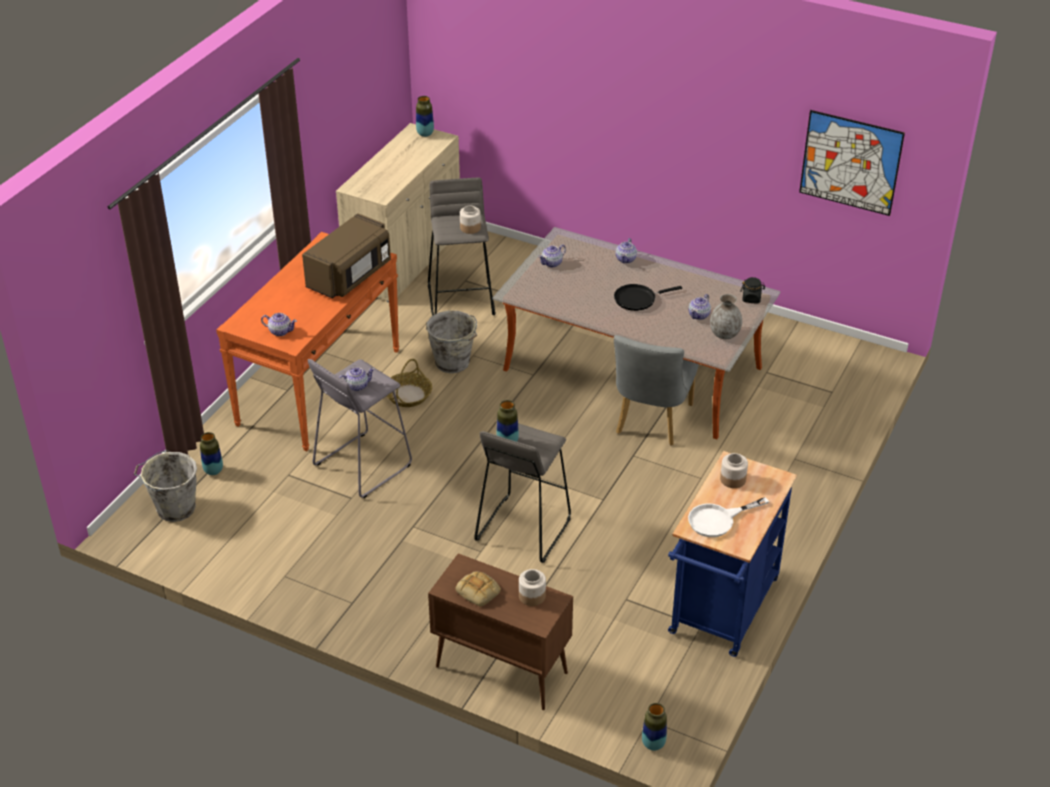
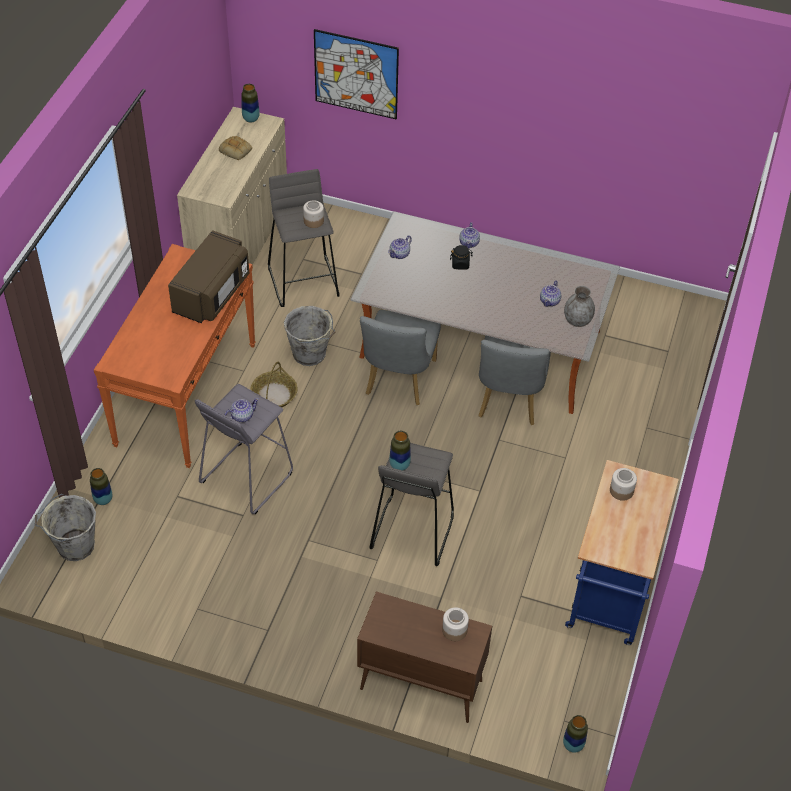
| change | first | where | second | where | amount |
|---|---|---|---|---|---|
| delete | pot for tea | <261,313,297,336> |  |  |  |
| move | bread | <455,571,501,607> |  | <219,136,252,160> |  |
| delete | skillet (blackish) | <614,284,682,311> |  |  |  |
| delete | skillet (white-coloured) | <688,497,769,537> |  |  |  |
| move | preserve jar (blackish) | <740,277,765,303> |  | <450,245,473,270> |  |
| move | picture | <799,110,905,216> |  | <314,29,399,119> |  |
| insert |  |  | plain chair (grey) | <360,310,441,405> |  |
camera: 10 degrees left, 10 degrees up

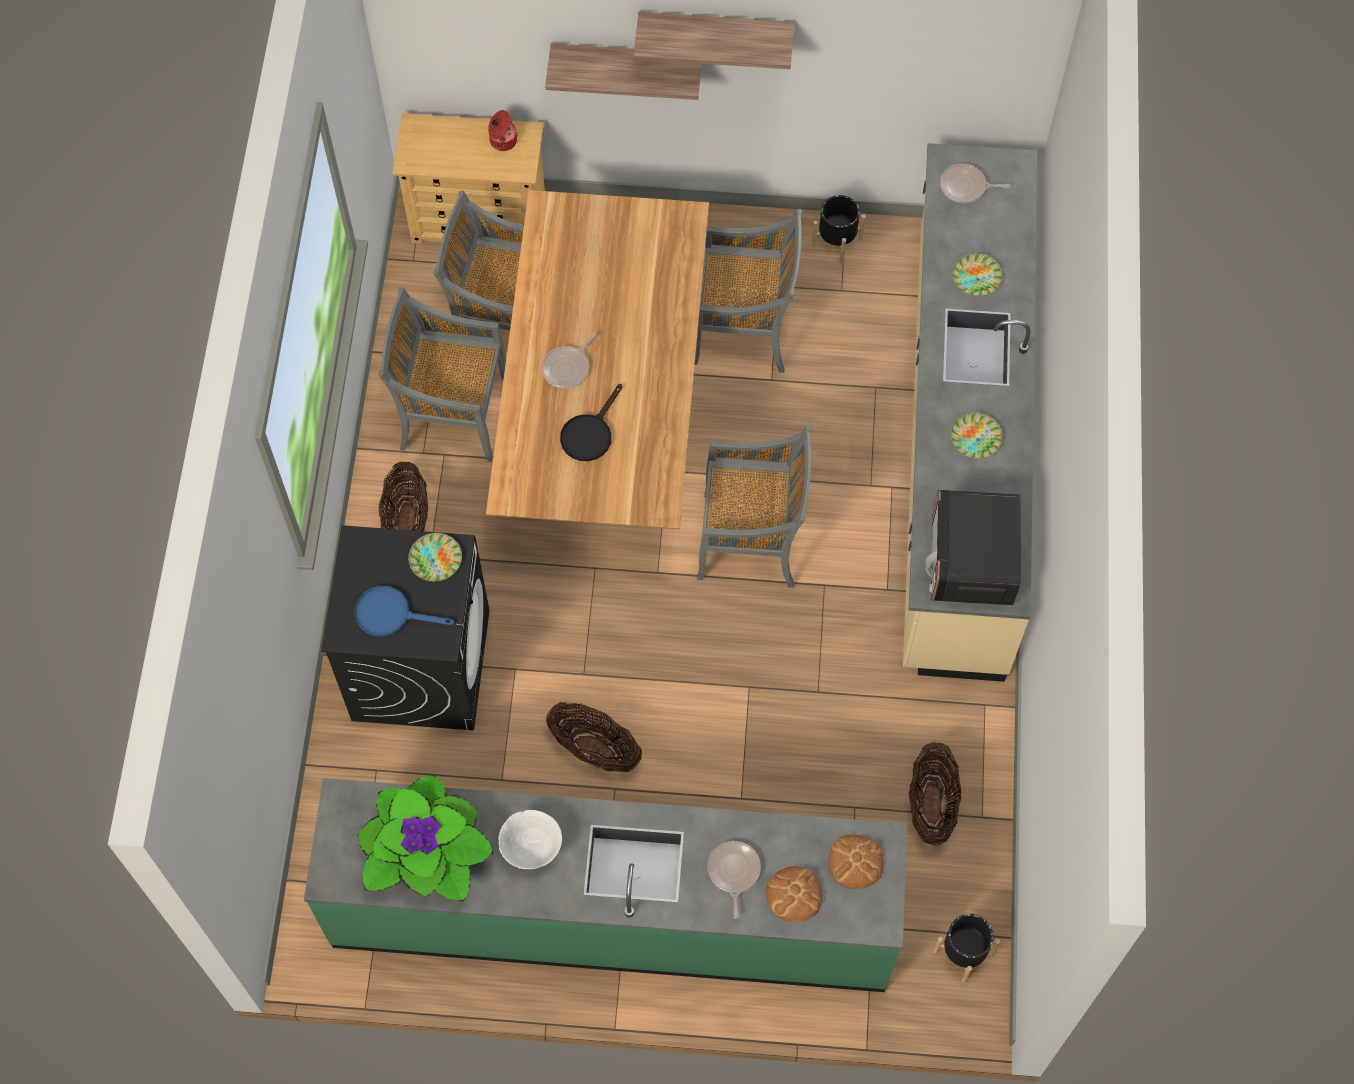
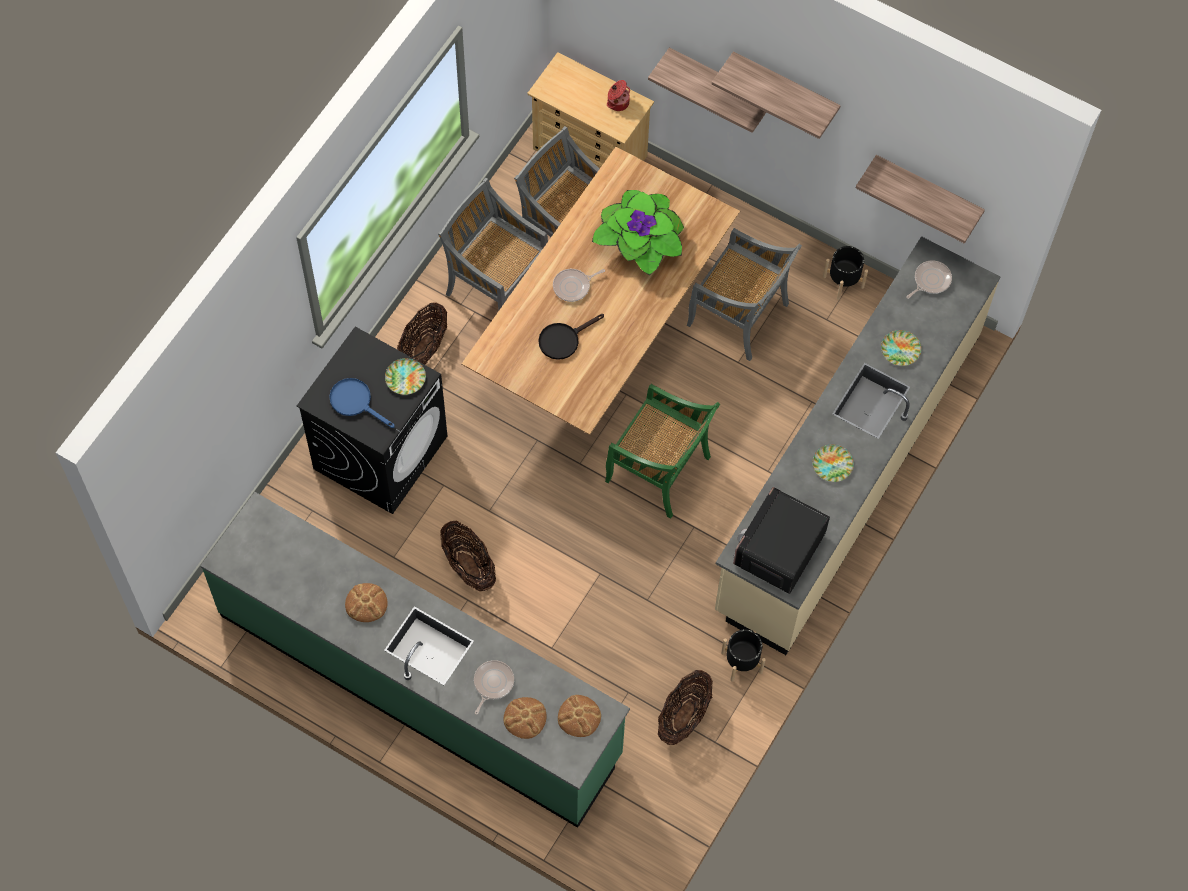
| change | first | where | second | where | amount |
|---|---|---|---|---|---|
| move | houseplant | <357,775,493,901> |  | <592,190,684,276> |  |
| replace | bowl (white-coloured) | <499,810,562,869> | bread | <345,583,388,622> |  |
| recolor | plain chair (grey) | <697,426,811,588> | plain chair (green-coloured) | <605,384,720,519> |  |
| move | plant pot (blackish) | <933,910,1000,983> |  | <721,629,766,682> |  |
| rotate | skillet | <940,164,1010,203> |  | <906,260,952,299> | 105 degrees clockwise |
| insert |  |  | shelf | <856,155,985,244> |  |
camera: 25 degrees right, 0 degrees up

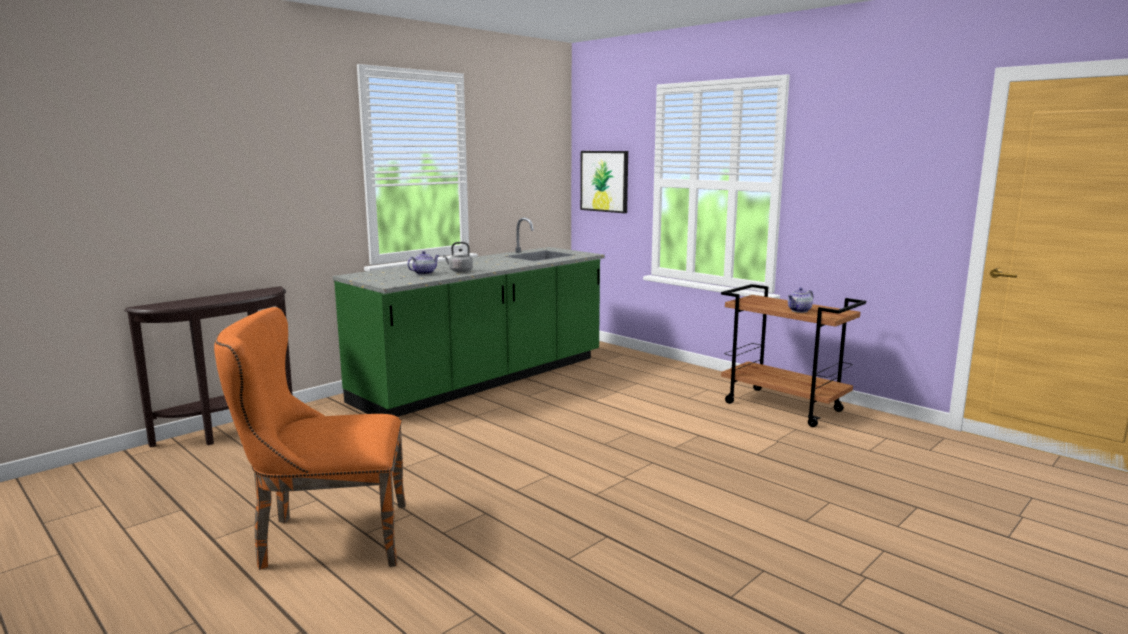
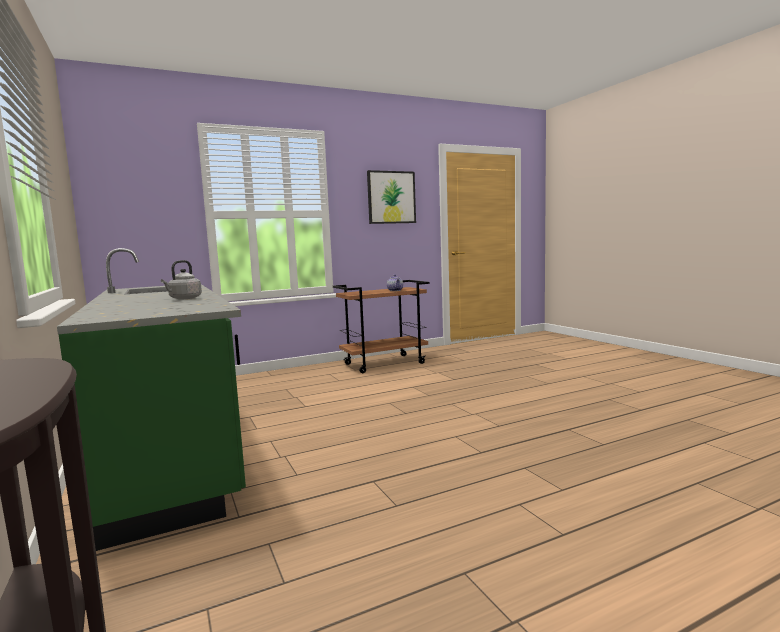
| change | first | where | second | where | amount |
|---|---|---|---|---|---|
| delete | plain chair (orangey) | <214,307,406,570> |  |  |  |
| delete | pot for tea | <407,251,440,275> |  |  |  |
| move | picture | <580,151,628,213> |  | <367,170,416,224> |  |
camera: 70 degrees left, 5 degrees down

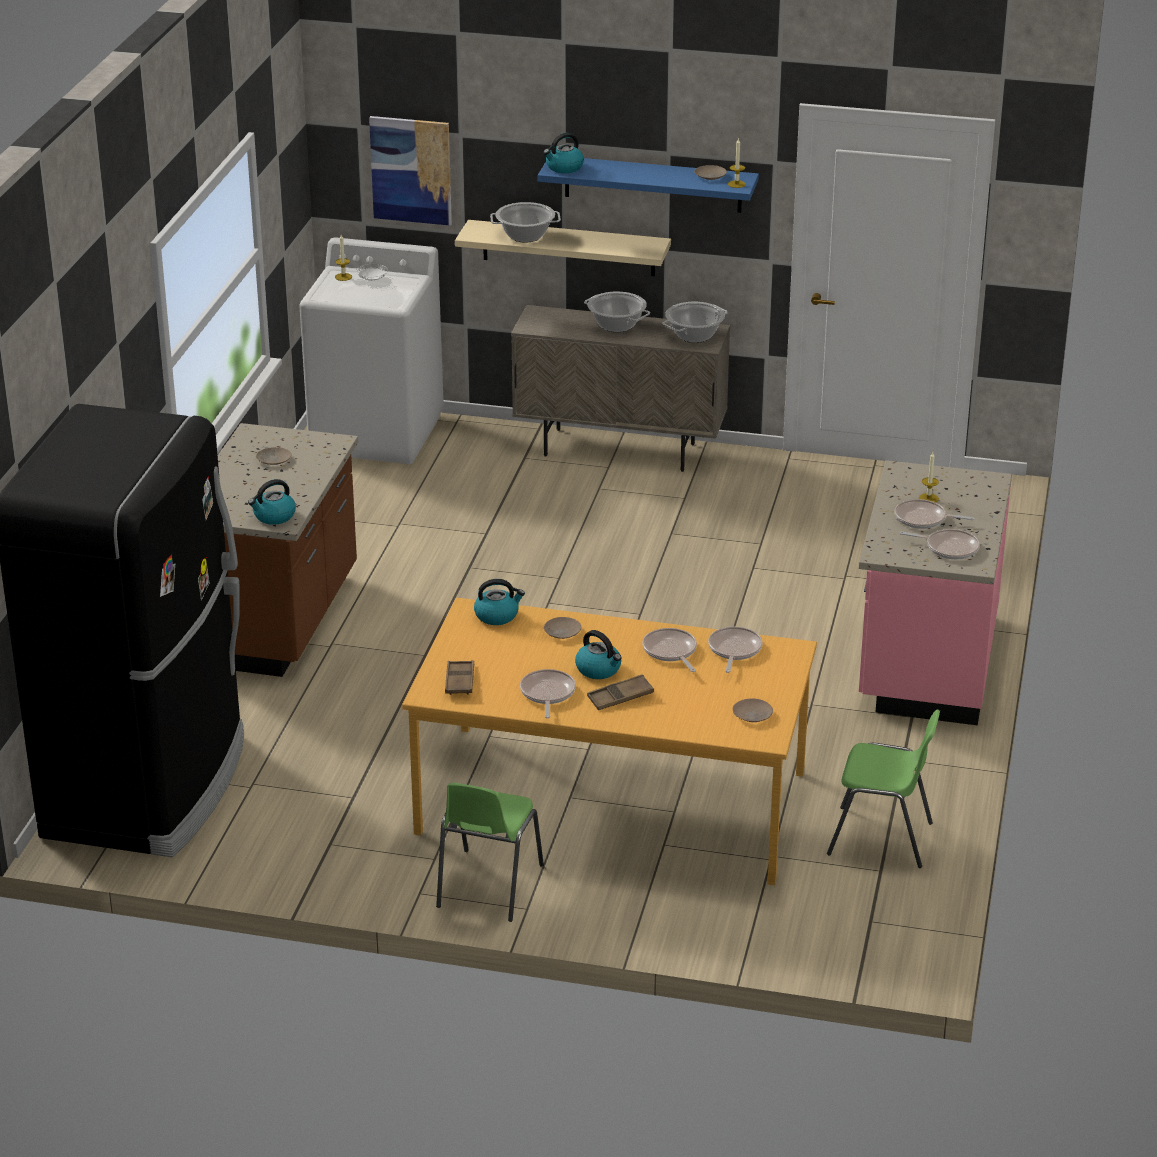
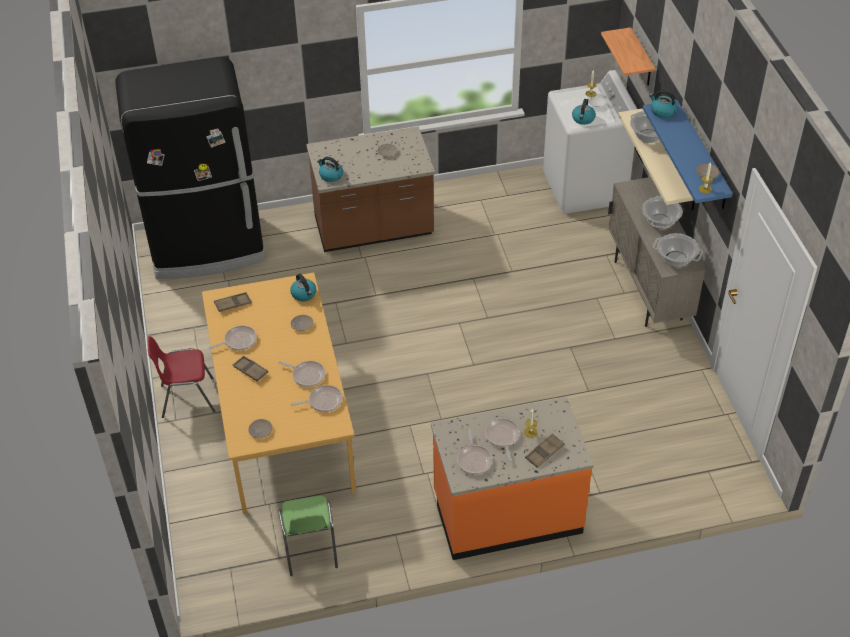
| change | first | where | second | where | amount |
|---|---|---|---|---|---|
| replace | picture | <369,116,452,226> | shelf | <601,27,655,86> |  |
| recolor | plain chair (green-coloured) | <436,783,544,922> | plain chair (reddish) | <148,336,216,418> |  |
| move | water kettle | <575,630,622,679> |  | <572,99,596,125> |  |
| rotate | skillet | <642,628,697,672> |  | <278,361,325,387> | 75 degrees clockwise |
| recolor | counter (pink) | <859,460,1012,725> | counter (orangey) | <431,397,594,560> |  |
| insert |  |  | tray (brownish) | <525,433,565,468> |  |
camera: 65 degrees right, 15 degrees up

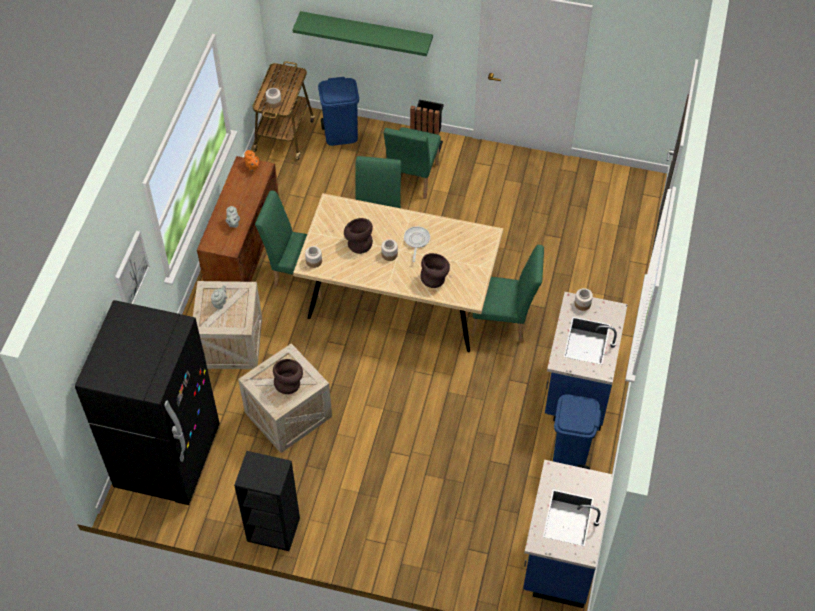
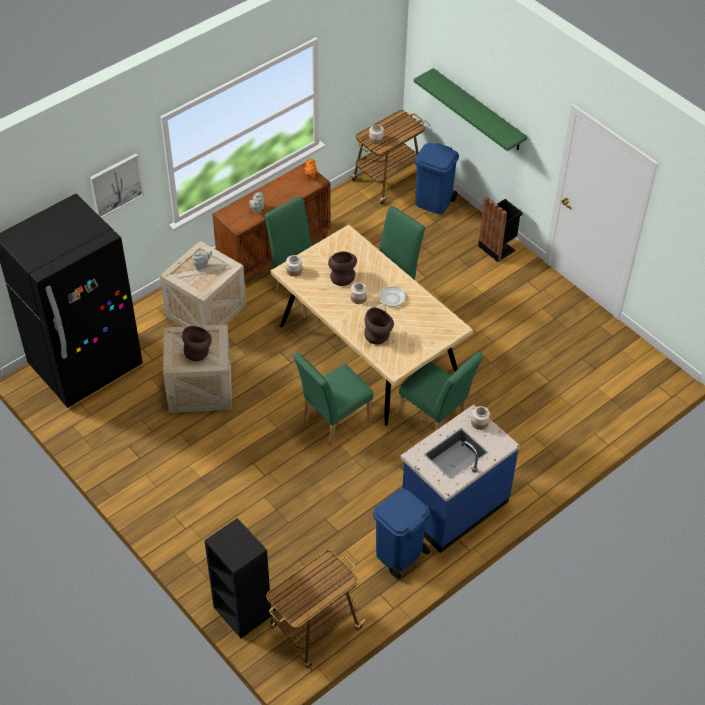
| change | first | where | second | where | amount |
|---|---|---|---|---|---|
| move | shelving unit (blackish) | <234,451,300,551> |  | <204,518,272,638> |  |
| move | plain chair (green-coloured) | <384,127,441,199> |  | <293,353,373,447> |  |
| replace | counter (bluish) | <523,460,613,608> | wheeled cart | <266,550,365,668> |  |
camera: 35 degrees right, 5 degrees down

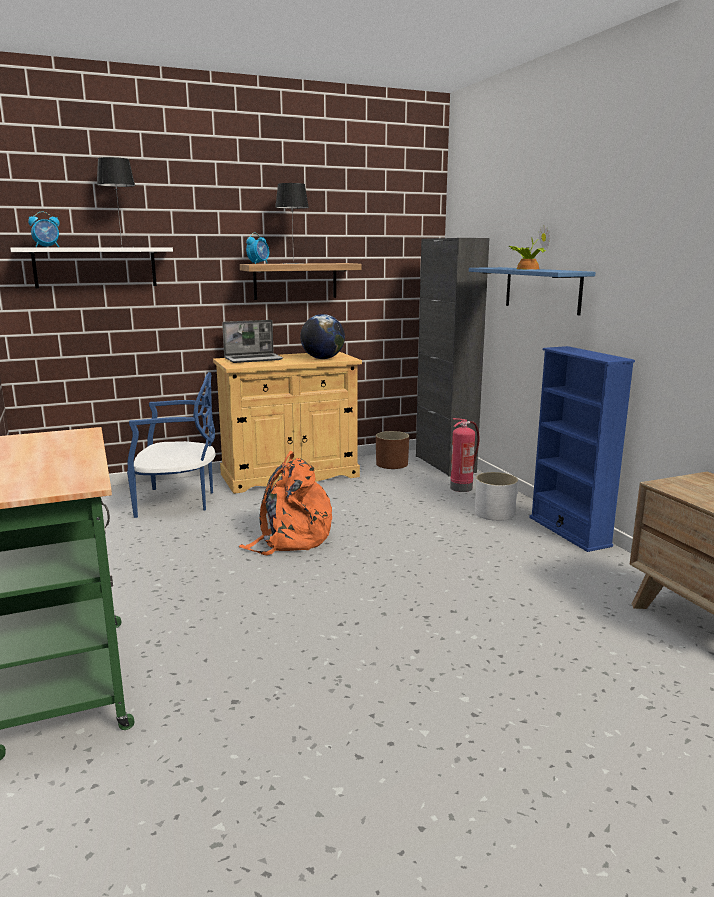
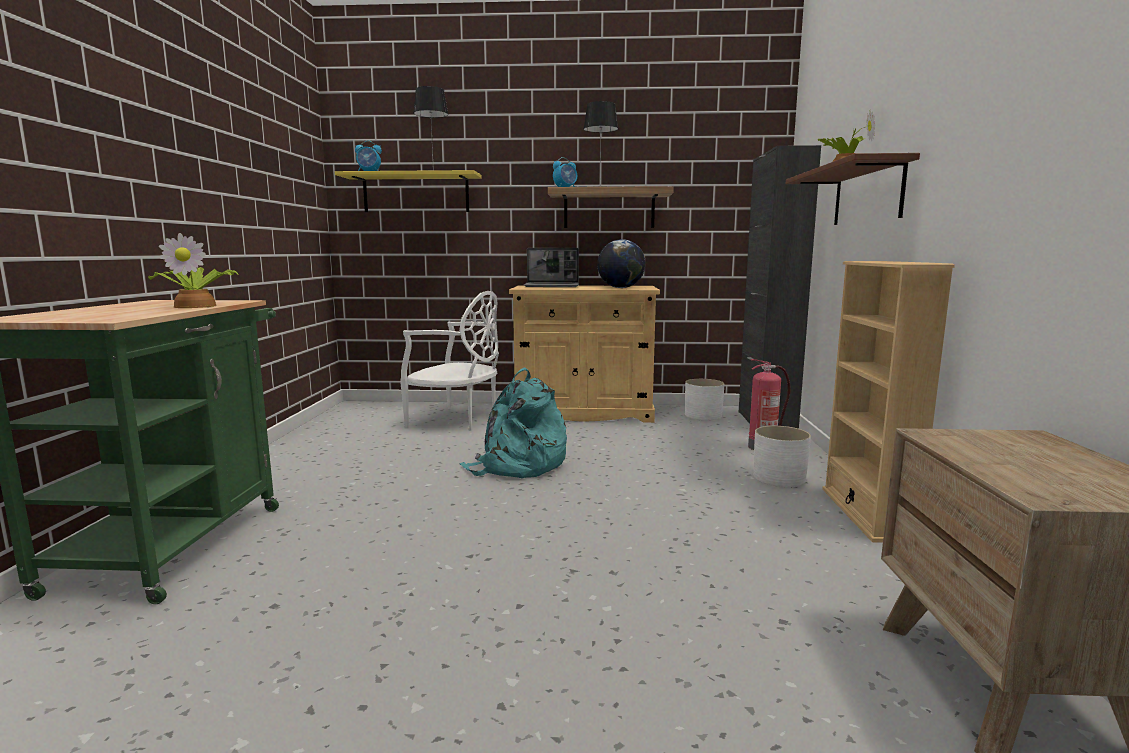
| change | first | where | second | where | amount |
|---|---|---|---|---|---|
| recolor | shelf (white-coloured) | <10,248,173,288> | shelf (yellowish) | <335,170,482,212> |  |
| recolor | plain chair (bluish) | <127,372,216,518> | plain chair (white-coloured) | <400,291,499,430> |  |
| recolor | rucksack (orangey) | <238,450,332,555> | rucksack (turquoise-coloured) | <459,367,567,479> |  |
| recolor | plant pot (brownish) | <376,431,409,469> | plant pot (white-coloured) | <685,379,724,421> |  |
| recolor | shelf (bluish) | <469,267,595,316> | shelf (brownish) | <786,153,920,225> |  |
| recolor | shelving unit (bluish) | <529,346,635,552> | shelving unit (beige-coloured) | <822,261,955,543> |  |
| insert |  |  | houseplant | <148,233,239,308> |  |
camera: 25 degrees right, 5 degrees down

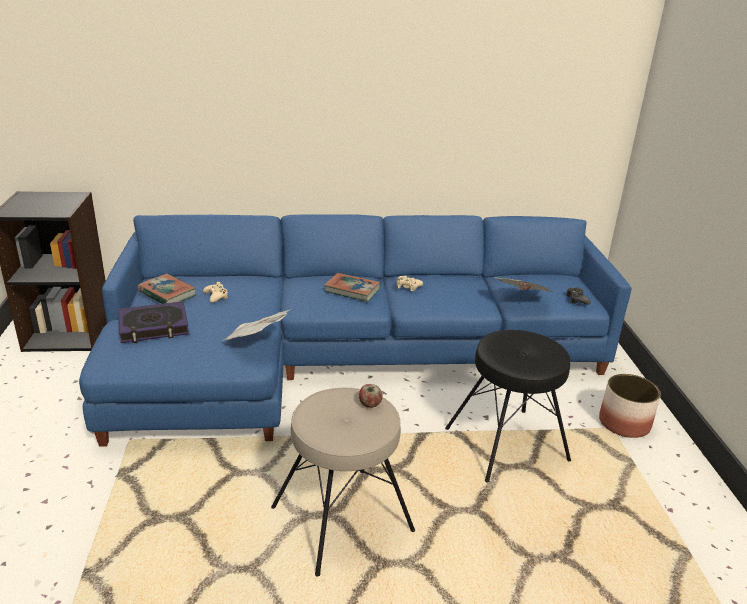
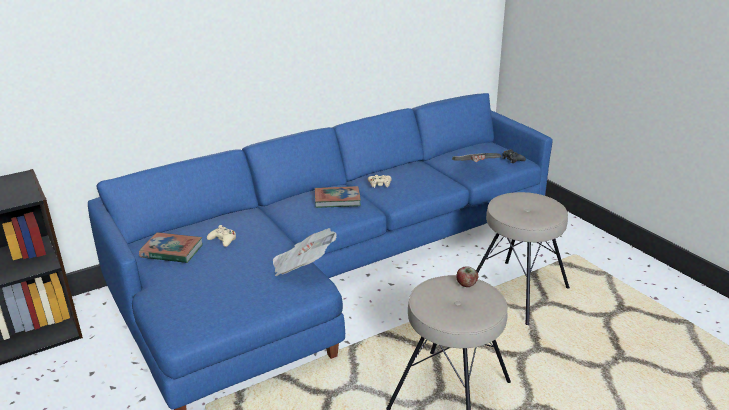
| change | first | where | second | where | amount |
|---|---|---|---|---|---|
| delete | book | <118,301,189,343> |  |  |  |
| recolor | sitting stool (blackish) | <445,330,571,483> | sitting stool (beige-coloured) | <476,192,570,325> |  |
| delete | plant pot | <599,374,661,438> |  |  |  |
camera: 25 degrees left, 0 degrees up

